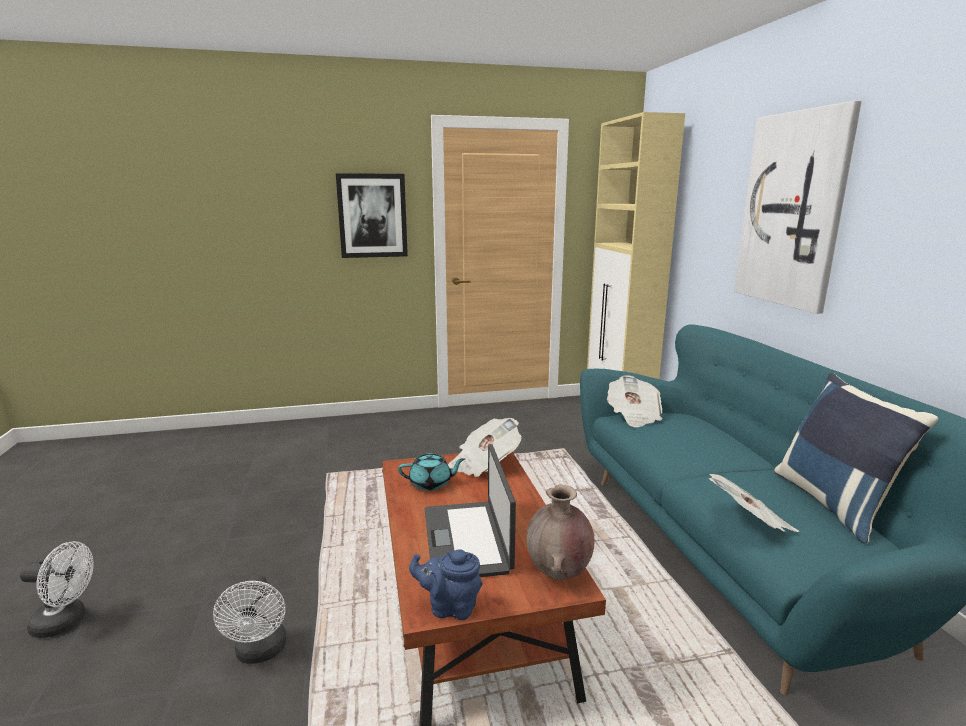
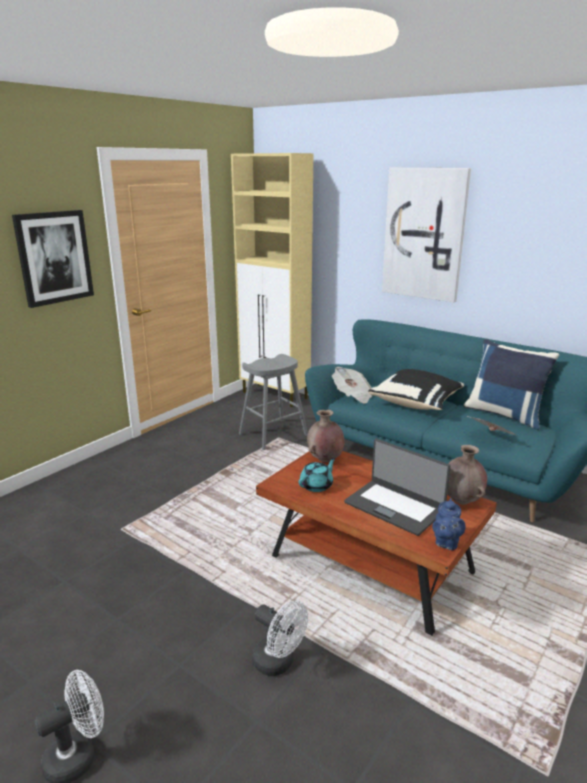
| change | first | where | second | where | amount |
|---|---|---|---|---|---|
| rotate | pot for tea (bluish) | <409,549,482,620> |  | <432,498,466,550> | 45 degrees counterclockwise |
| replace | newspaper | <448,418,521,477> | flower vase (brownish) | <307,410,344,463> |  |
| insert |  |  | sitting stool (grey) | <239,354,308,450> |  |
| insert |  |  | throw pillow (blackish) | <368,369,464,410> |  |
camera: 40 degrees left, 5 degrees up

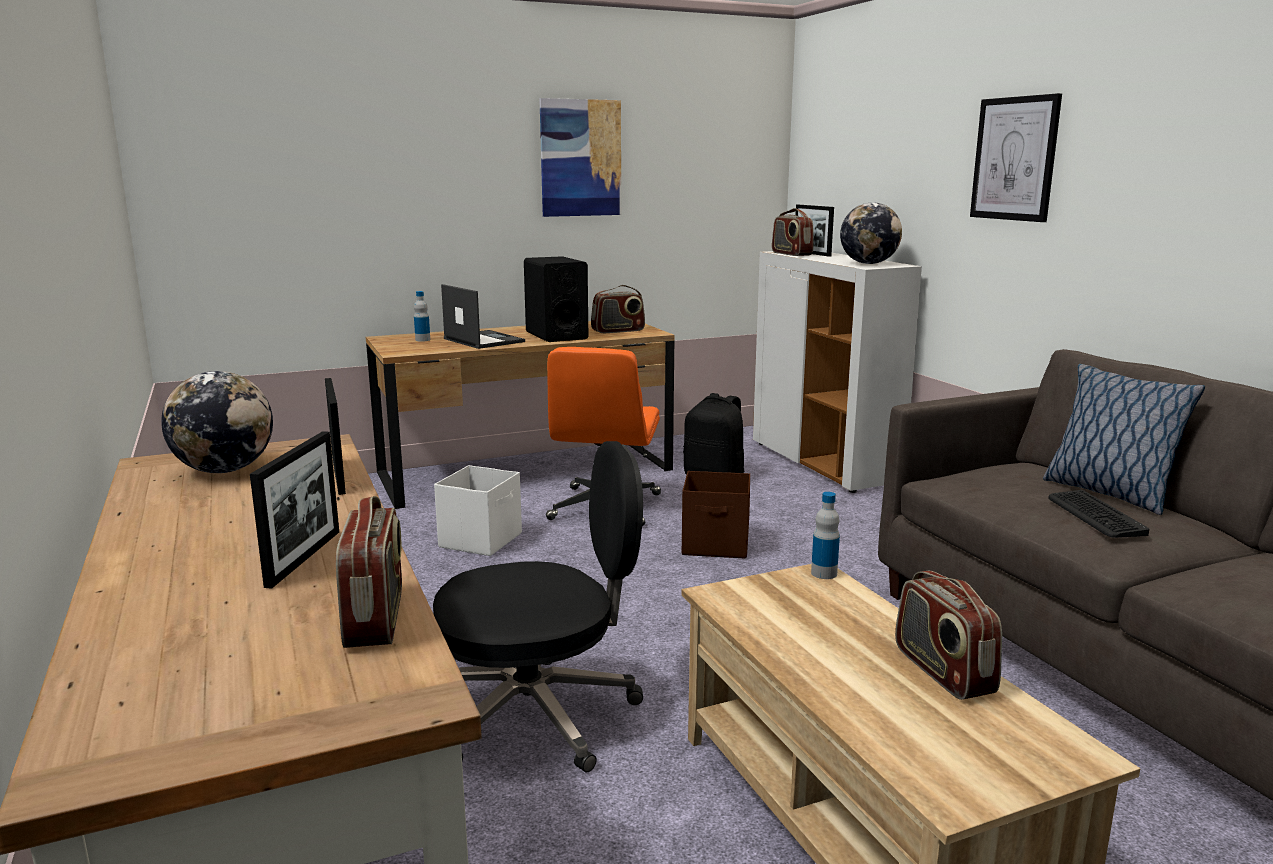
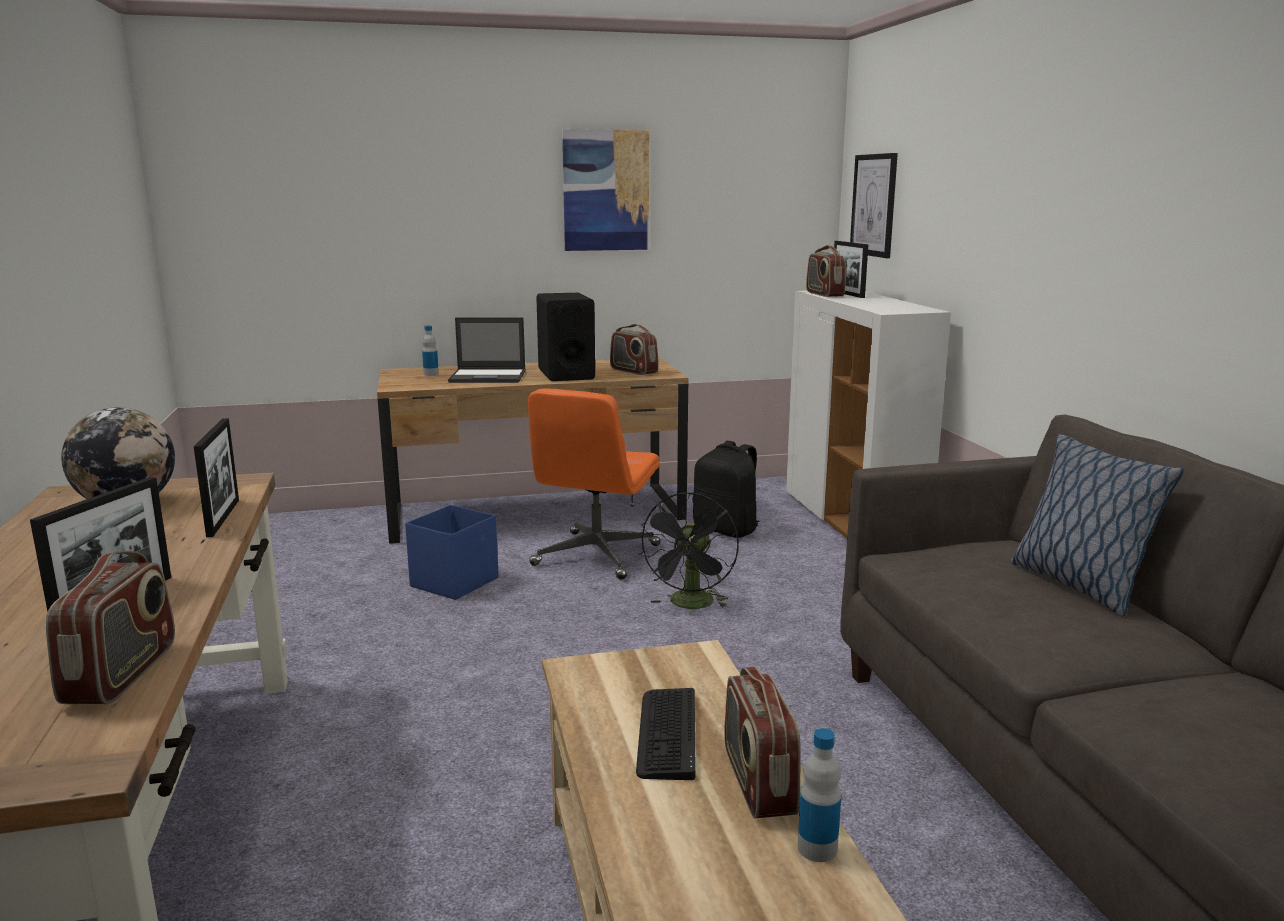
| change | first | where | second | where | amount |
|---|---|---|---|---|---|
| delete | desk chair (blackish) | <433,441,643,773> |  |  |  |
| recolor | storage container (white-coloured) | <434,465,522,556> | storage container (bluish) | <405,505,499,600> |  |
| rotate | portable computer | <441,284,525,349> |  | <448,318,525,383> | 120 degrees clockwise |
| rotate | radio | <591,285,645,333> |  | <610,324,659,375> | 60 degrees clockwise |
| replace | storage container (brownish) | <682,471,750,558> | cooling fan (blackish) | <640,492,739,609> |  |
| move | drink bottle | <811,492,840,579> |  | <797,728,841,862> |  |
| delete | desk globe | <840,202,902,264> |  |  |  |
| move | picture | <970,93,1062,222> |  | <850,153,898,258> |  |
| move | keyboard | <1048,490,1149,538> |  | <636,688,696,780> |  |
camera: 10 degrees right, 0 degrees up

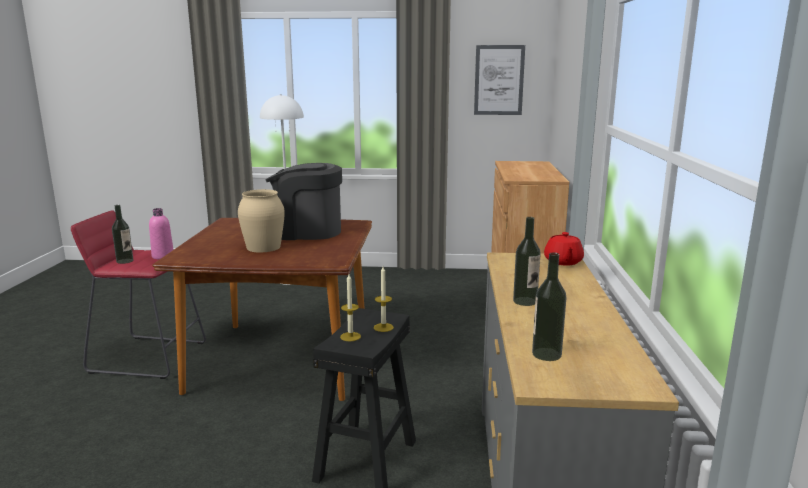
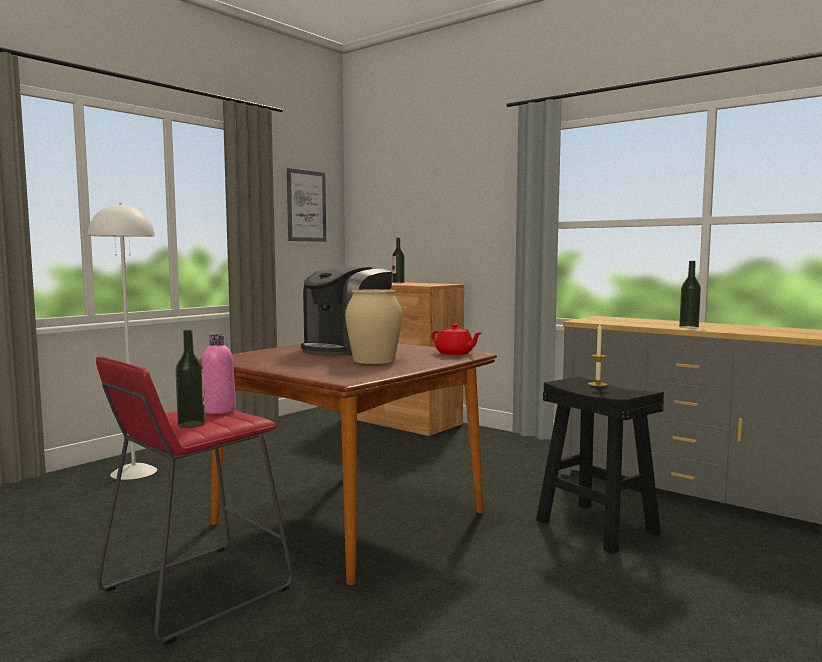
| change | first | where | second | where | amount |
|---|---|---|---|---|---|
| delete | wax candle | <340,274,361,341> |  |  |  |
| move | drink bottle | <532,252,567,361> |  | <392,238,405,283> |  |
| move | pot for tea (reddish) | <544,232,584,266> |  | <431,324,481,355> |  |
camera: 55 degrees left, 10 degrees down

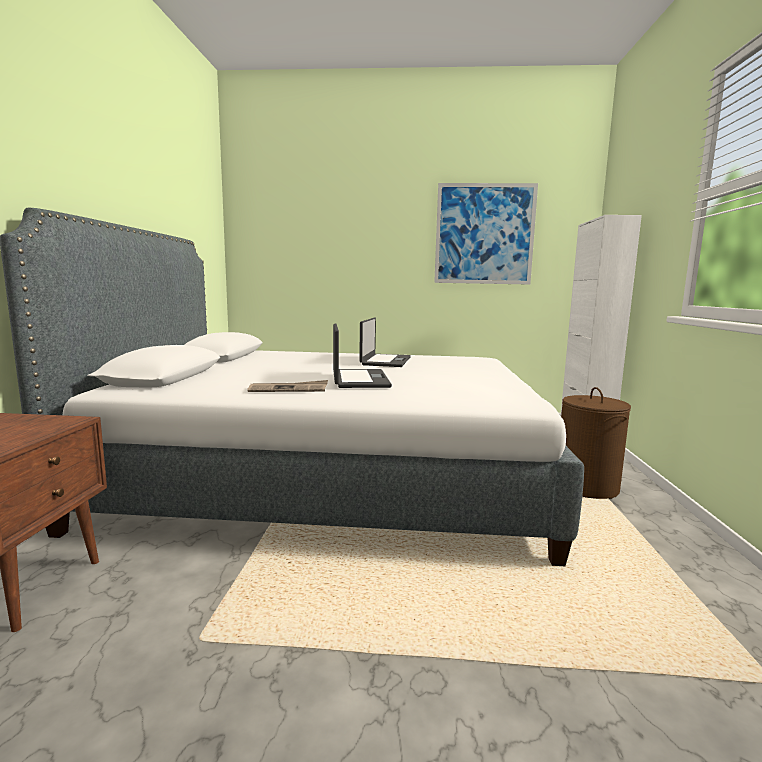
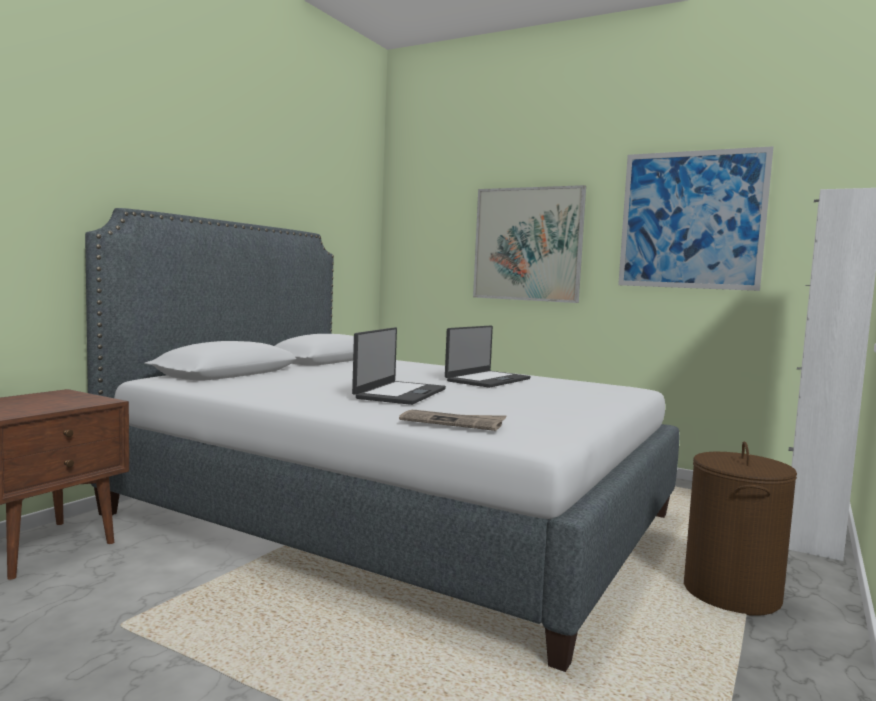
| change | first | where | second | where | amount |
|---|---|---|---|---|---|
| move | newspaper | <247,380,328,392> |  | <399,410,507,431> |  |
| insert |  |  | picture | <473,185,586,303> |  |
camera: 25 degrees right, 5 degrees down

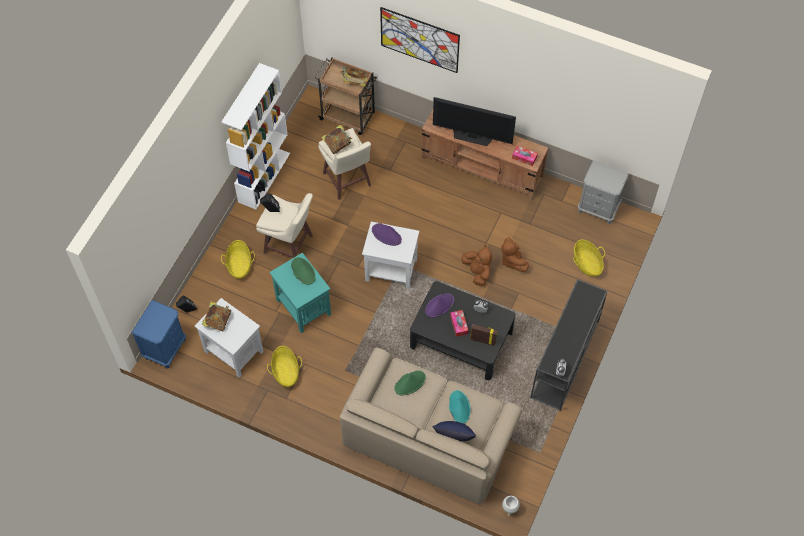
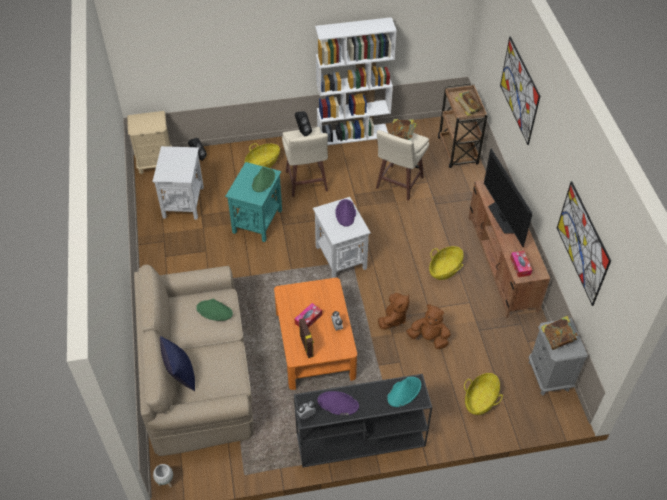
| change | first | where | second | where | amount |
|---|---|---|---|---|---|
| recolor | nightstand (bluish) | <132,300,186,369> | nightstand (beige-coloured) | <127,111,172,174> |  |
| move | book | <202,302,231,332> |  | <541,316,578,350> |  |
| move | household basket | <267,346,302,387> |  | <429,246,463,280> |  |
| recolor | low table (blackish) | <410,281,516,380> | low table (orangey) | <274,278,357,390> |  |
| move | wearable hat (purple) | <425,293,454,318> |  | <318,391,359,415> |  |
| move | wearable hat (turquoise-coloured) | <449,390,471,423> |  | <387,377,421,407> |  |
| rotate | plush toy (brownish) | <502,237,529,272> |  | <406,304,451,349> | 75 degrees clockwise |
| insert |  |  | picture | <557,181,611,306> |  |
camera: 55 degrees right, 10 degrees down

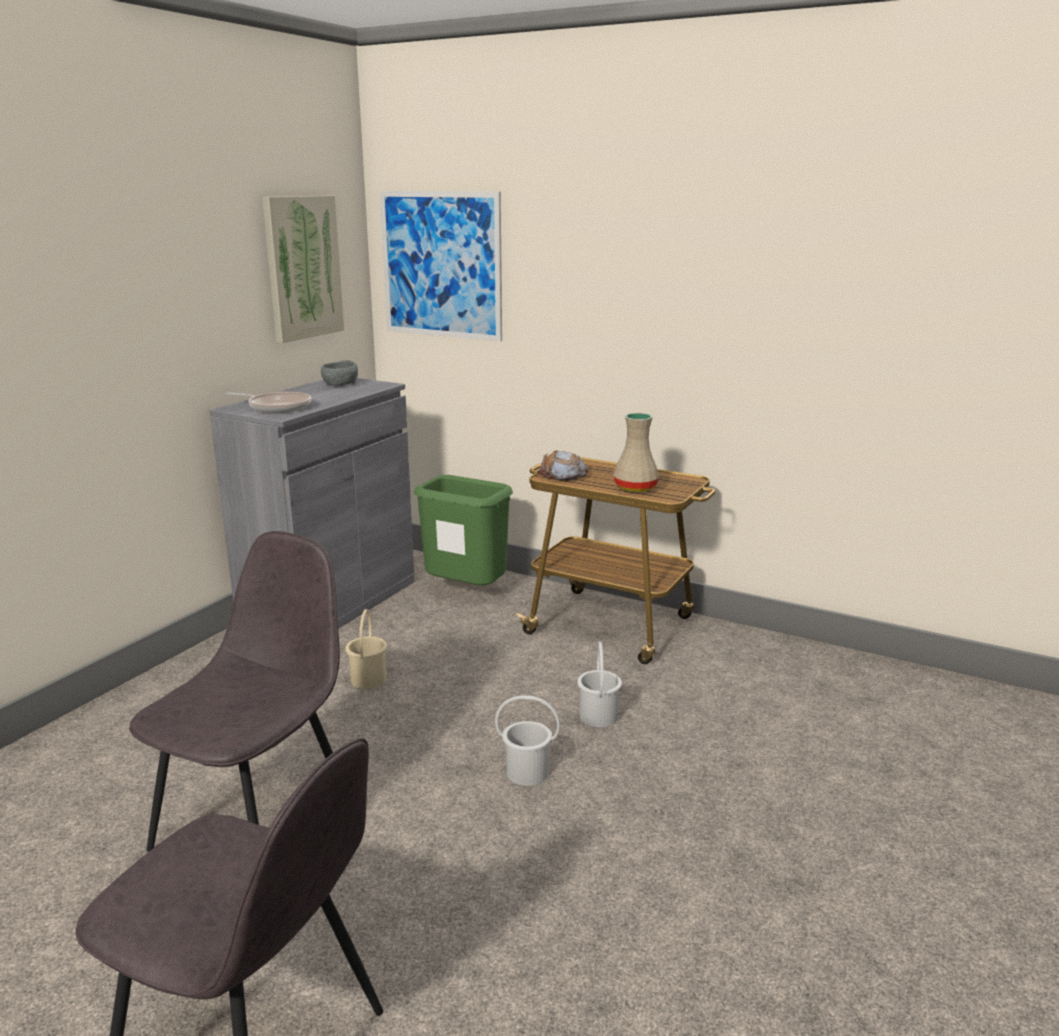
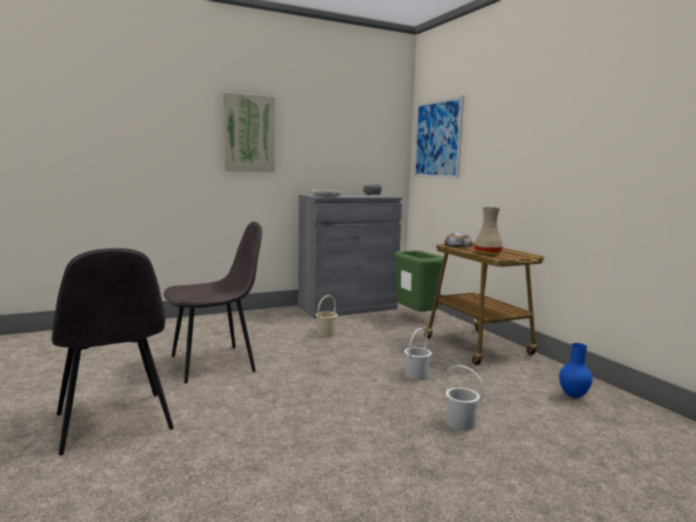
| change | first | where | second | where | amount |
|---|---|---|---|---|---|
| move | picture | <262,196,344,343> |  | <223,92,275,172> |  |
| move | bucket (white-coloured) | <495,695,560,786> |  | <444,365,484,431> |  |
| insert |  |  | flower vase (bluish) | <559,343,593,398> |  |
camera: 35 degrees right, 10 degrees down

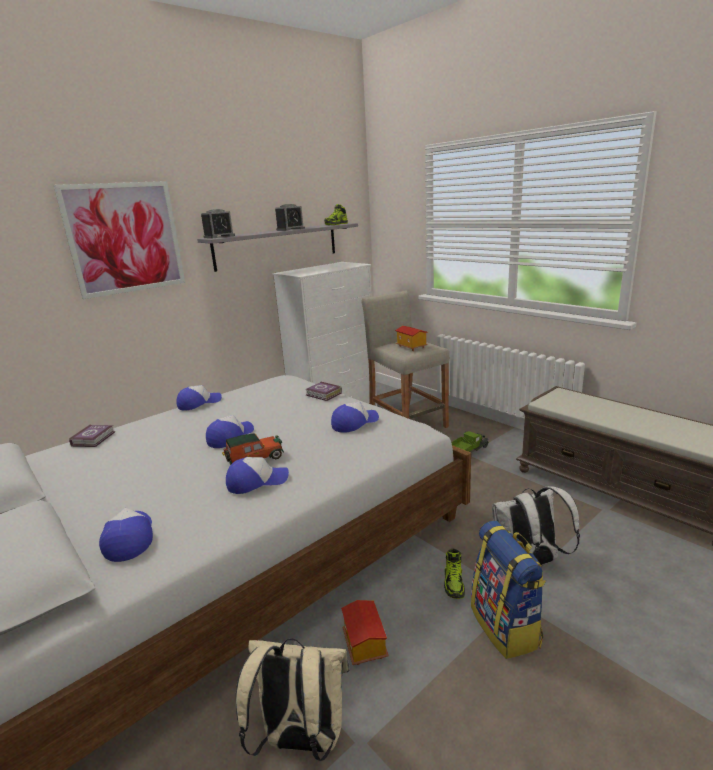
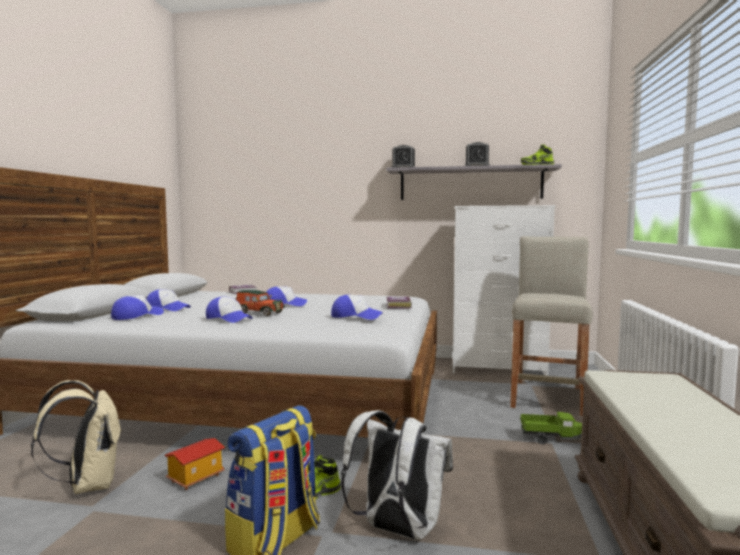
| change | first | where | second | where | amount |
|---|---|---|---|---|---|
| delete | picture | <53,181,185,299> |  |  |  |
| move | baseball cap | <177,385,222,410> |  | <146,289,191,311> |  |
| delete | toy house | <395,326,428,351> |  |  |  |
camera: 50 degrees right, 15 degrees down

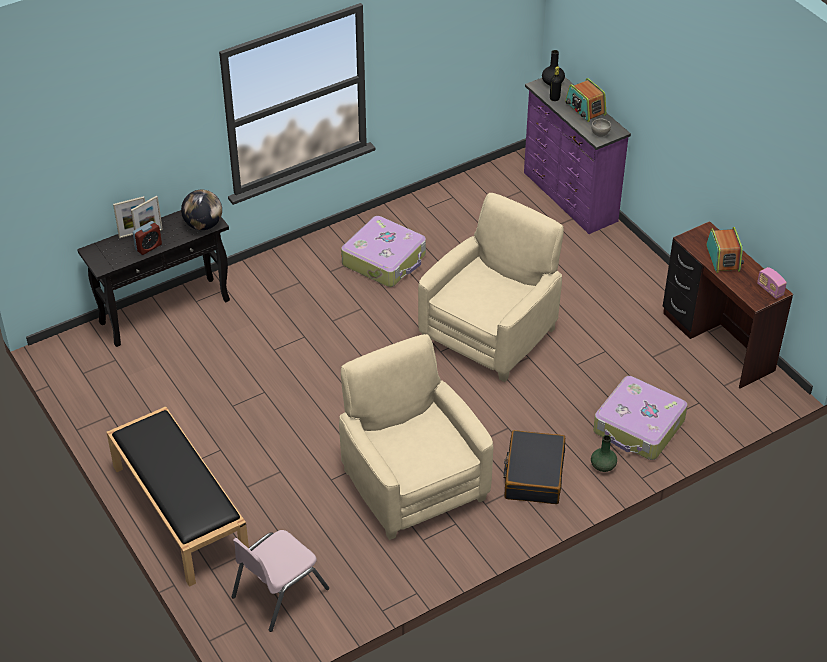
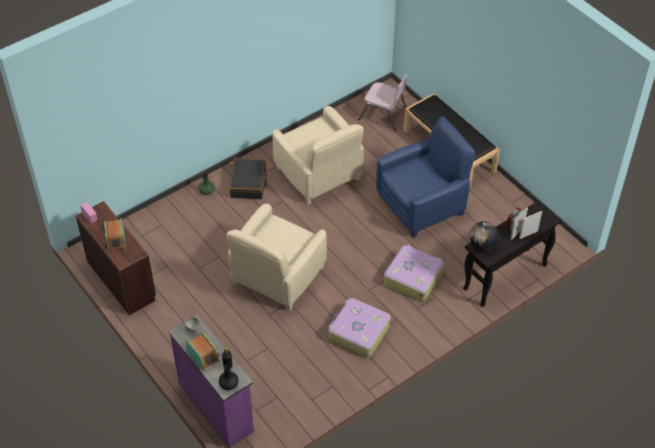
| change | first | where | second | where | amount |
|---|---|---|---|---|---|
| rotate | plain chair (pink) | <232,530,329,632> |  | <358,75,407,131> | 75 degrees clockwise |
| move | travel case | <593,376,688,460> |  | <384,245,444,301> |  |
| insert |  |  | armchair (bluish) | <376,116,476,238> |  |
camera: 175 degrees right, 5 degrees up

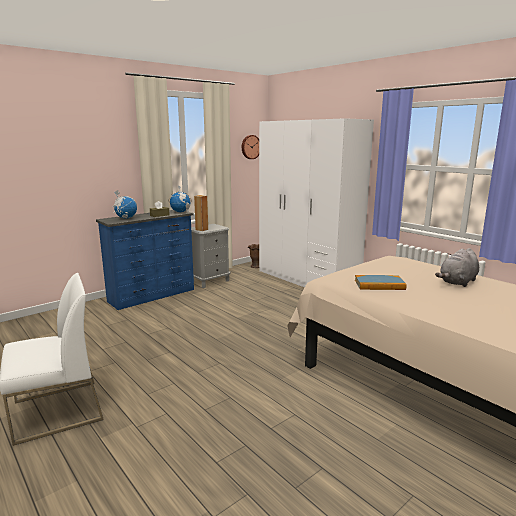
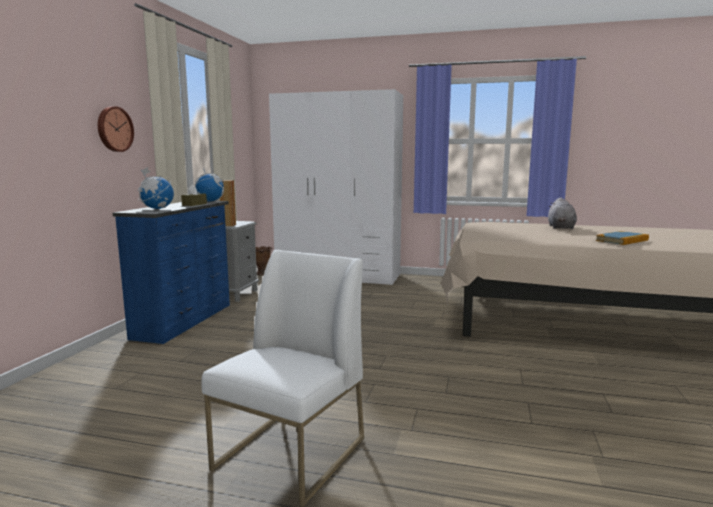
| change | first | where | second | where | amount |
|---|---|---|---|---|---|
| move | clock on the wall | <242,135,259,159> |  | <98,106,134,152> |  |
| move | book | <355,275,407,290> |  | <596,231,649,245> |  |
camera: 35 degrees left, 5 degrees down

